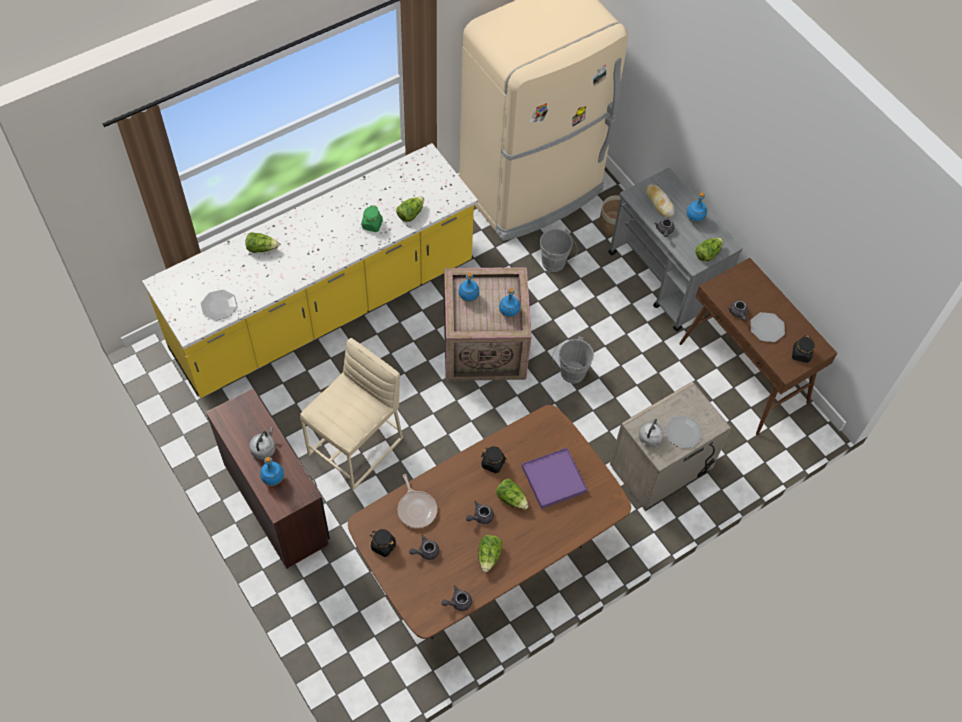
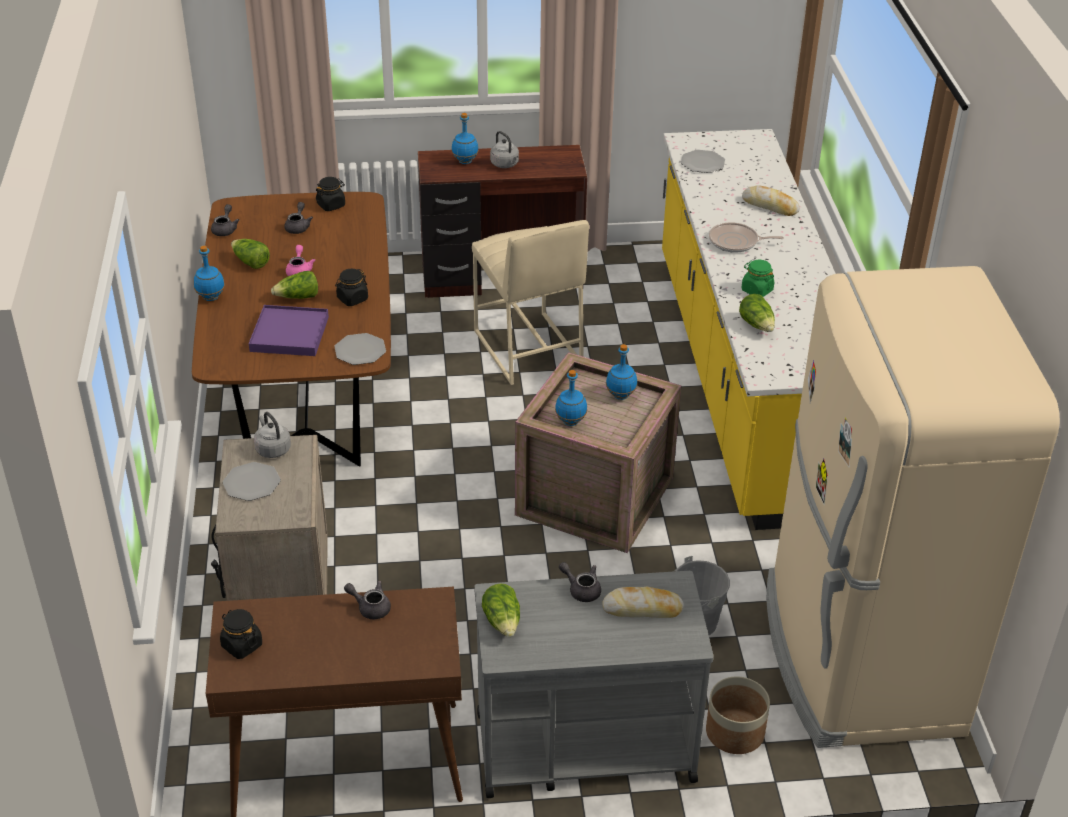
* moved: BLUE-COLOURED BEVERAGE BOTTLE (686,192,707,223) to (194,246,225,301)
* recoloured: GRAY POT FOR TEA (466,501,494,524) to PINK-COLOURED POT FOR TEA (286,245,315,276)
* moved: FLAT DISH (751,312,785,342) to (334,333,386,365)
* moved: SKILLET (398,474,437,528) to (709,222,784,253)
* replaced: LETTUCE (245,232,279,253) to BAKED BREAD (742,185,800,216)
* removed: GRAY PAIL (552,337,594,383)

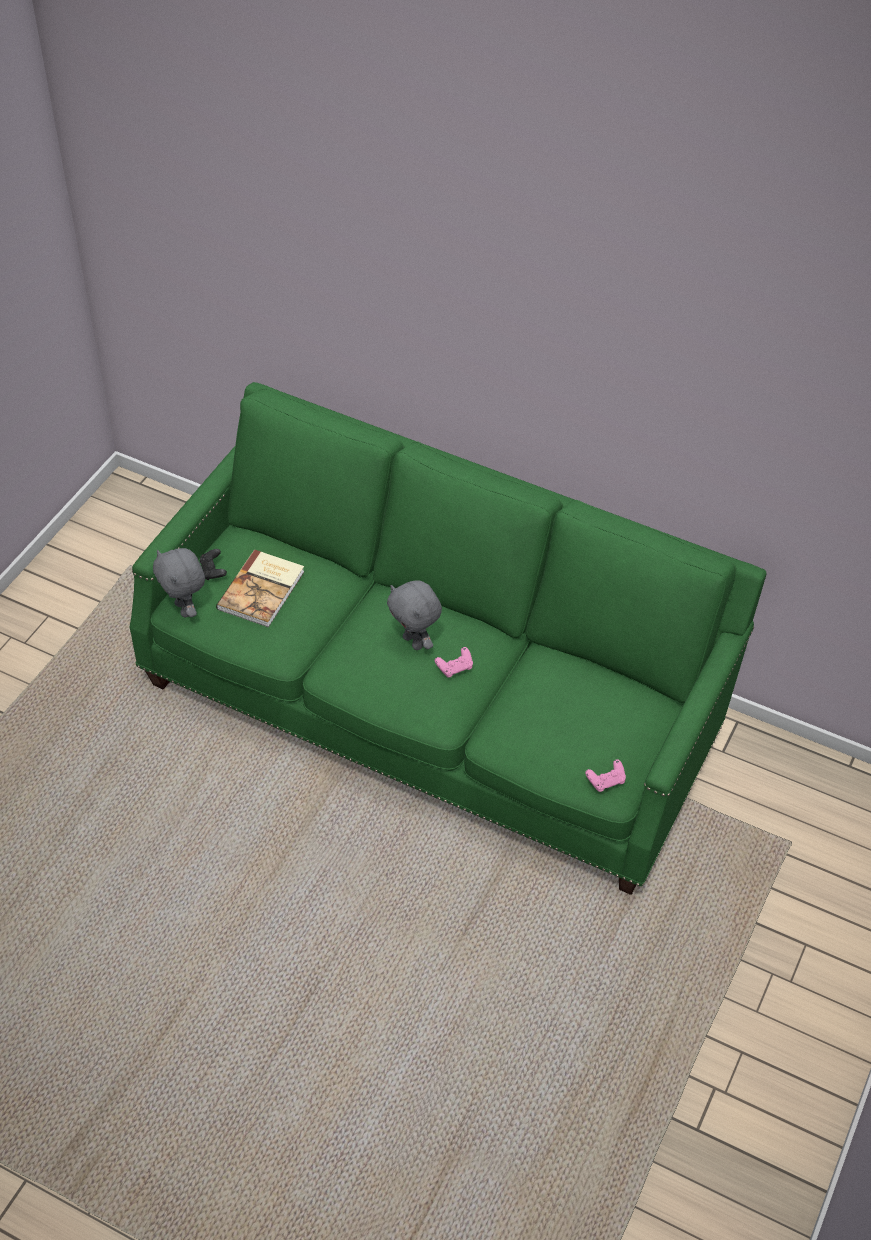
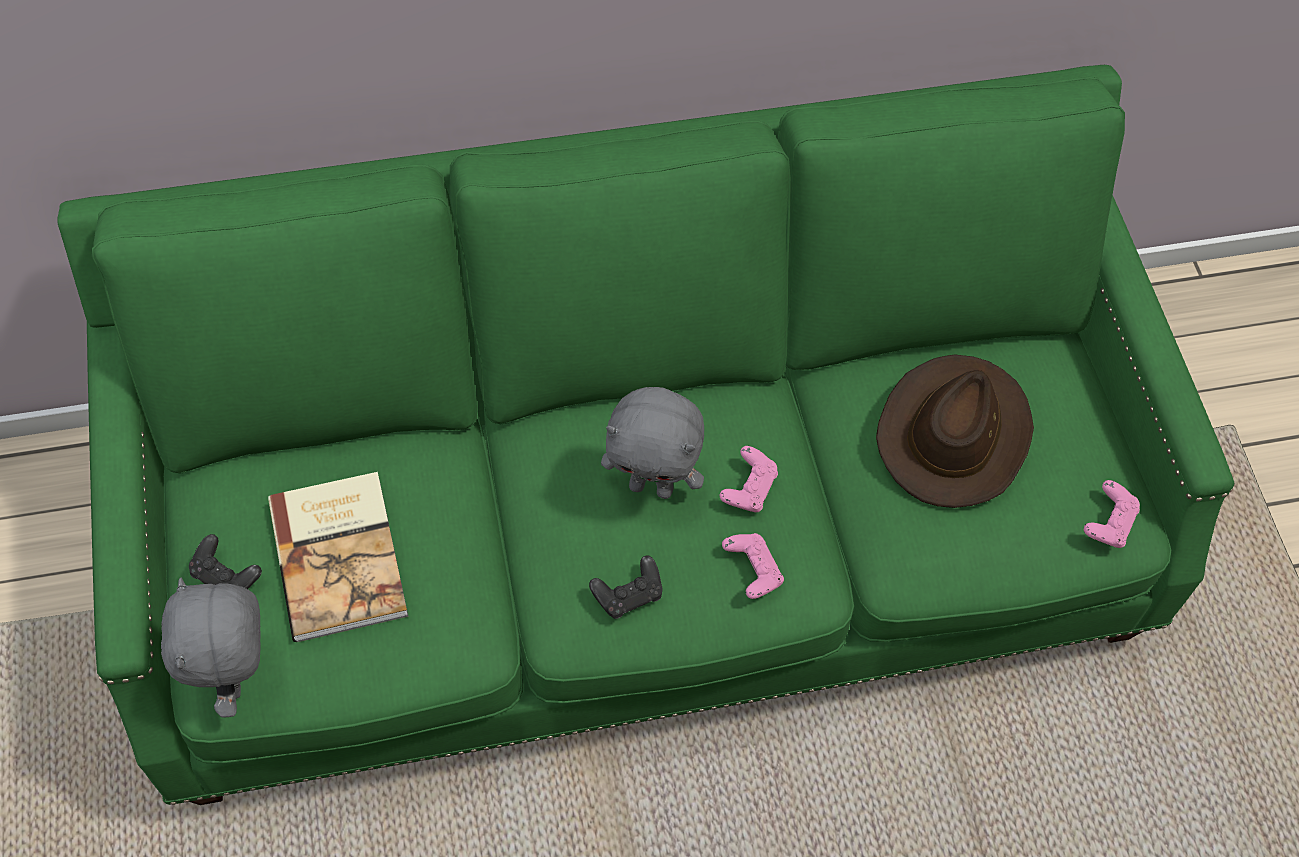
* turned: GRAY PLUSH TOY (153,548,205,618) = (161,578,261,718) 60 degrees clockwise
* added: BLACK JOYPAD (589,555,662,619)
* added: PINK-COLOURED JOYPAD (722,533,784,599)
* added: BROWN-COLOURED CLOTHING HAT (876,354,1034,508)

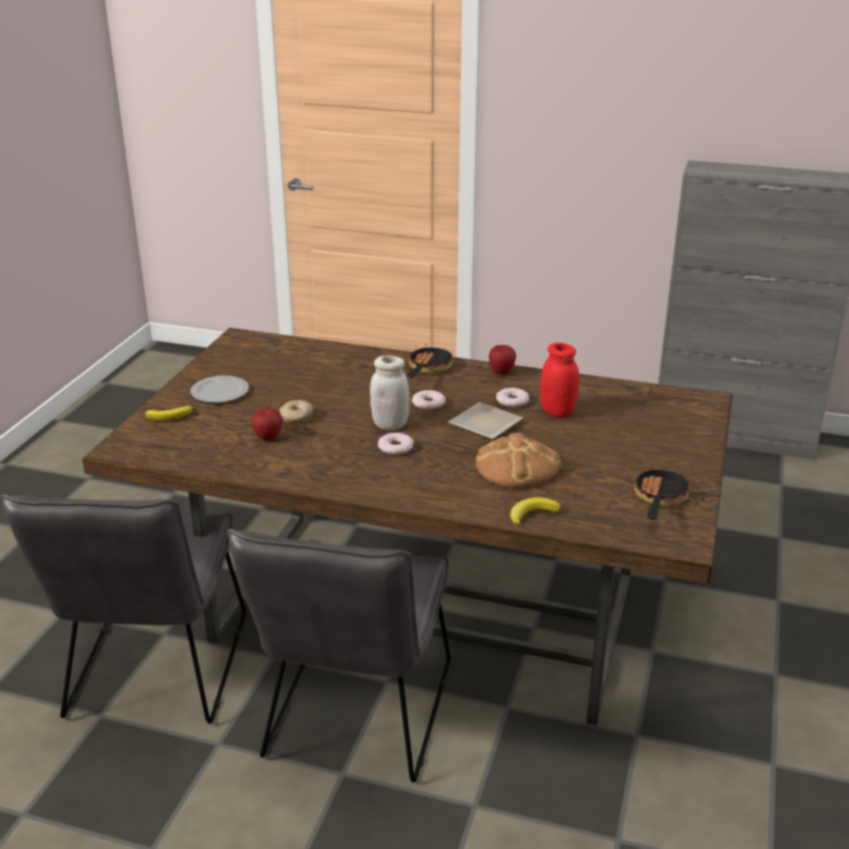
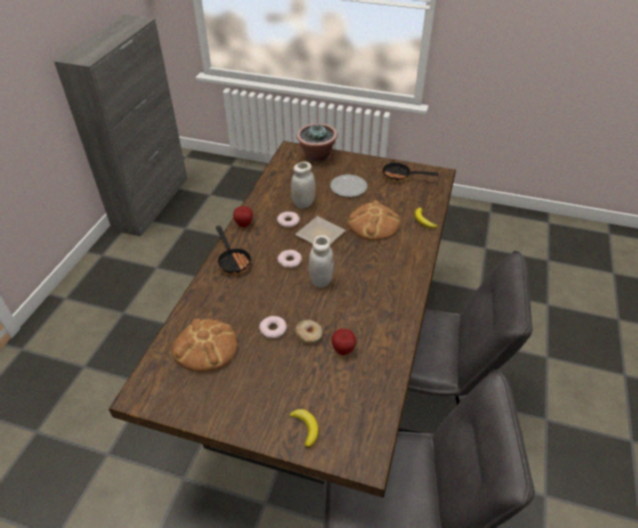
* added: BAKED BREAD (172,319,237,372)
* turned: SKILLET (407,344,453,378) = (216,226,253,275) 135 degrees counterclockwise
* moved: DOUGHNUT (378,433,414,455) to (259,316,287,339)
* recoloured: RED-COLOURED JAR (540,343,579,417) to WHITE-COLOURED JAR (291,162,315,209)
* added: PLANT IN A POT (296,123,338,161)
* moved: FLAT DISH (190,376,249,403) to (330,175,367,197)

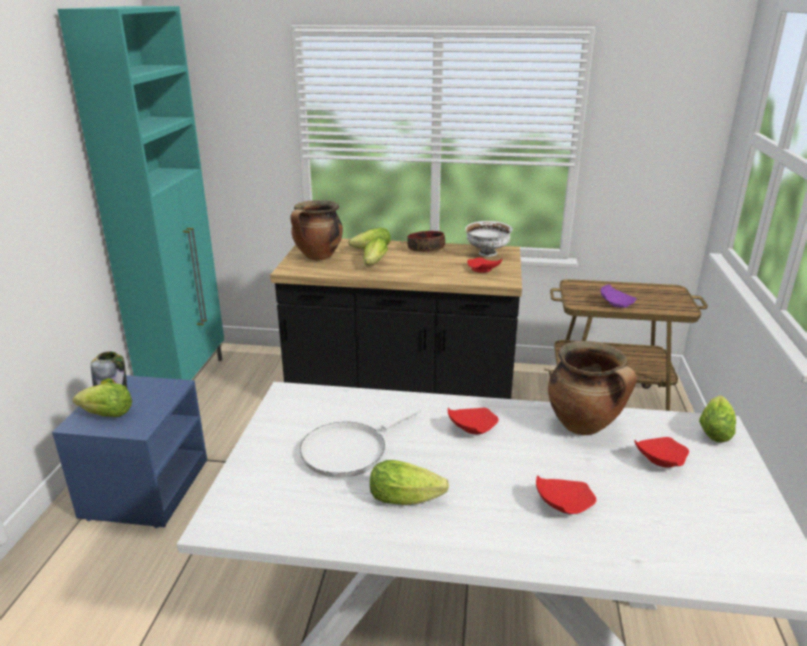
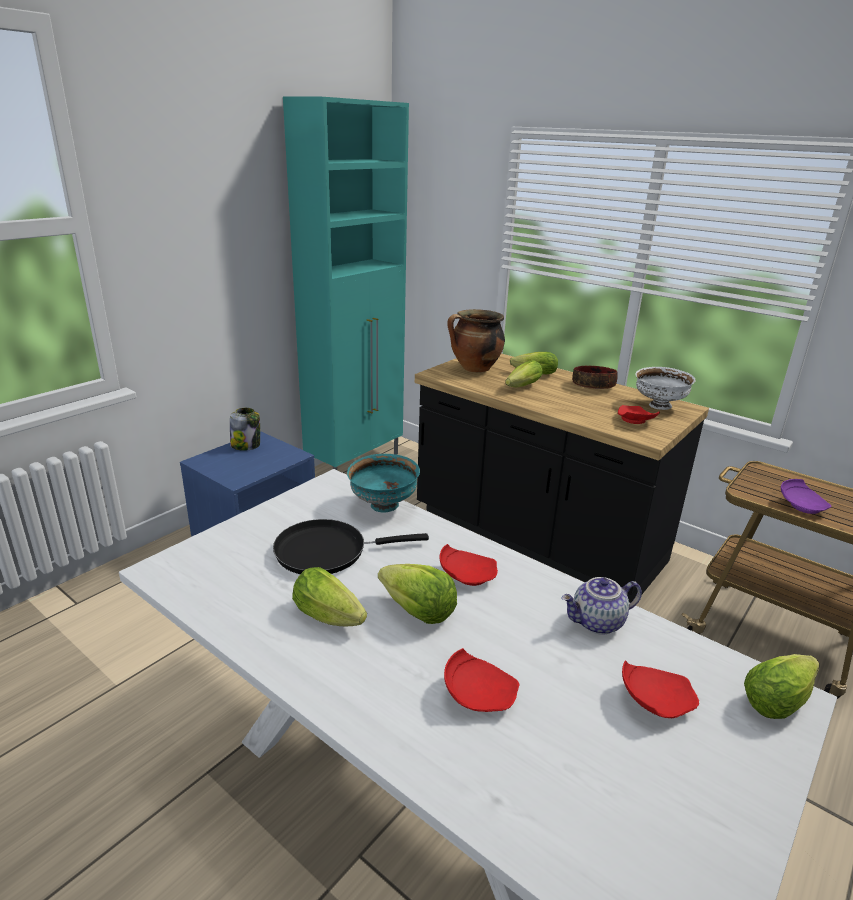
* recoloured: WHITE-COLOURED SKILLET (300,407,421,478) to BLACK SKILLET (273,519,429,574)
* added: BLUE-GREEN SERVING BOWL (347,454,420,513)
* moved: LETTUCE (73,383,132,417) to (378,564,457,624)
* replaced: STOCKPOT (548,341,637,435) to POT FOR TEA (561,577,642,635)

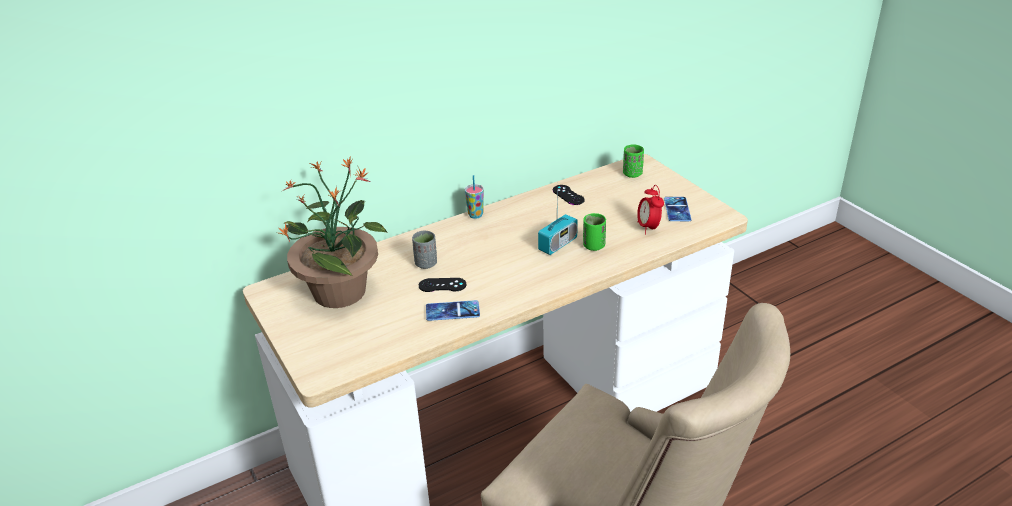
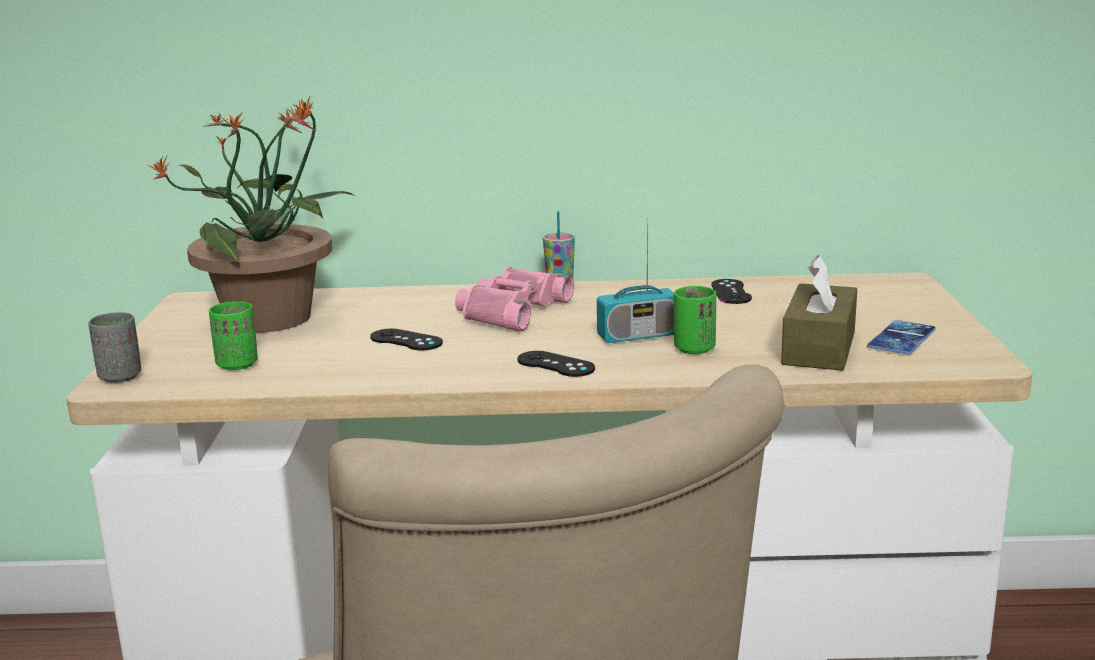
* moved: GRAY DRINKING CUP (412,231,437,269) to (88,312,141,383)
* moved: GREEN DRINKING CUP (623,144,644,178) to (209,301,258,370)
* added: PINK-COLOURED FIELD GLASSES (455,267,574,331)
* added: BLACK JOYPAD (517,351,595,377)
* replaced: BEDSIDE CLOCK (637,185,664,234) to BROWN-COLOURED TISSUE HOLDER (781,255,857,371)
* removed: TELEPHONE (426,300,480,321)

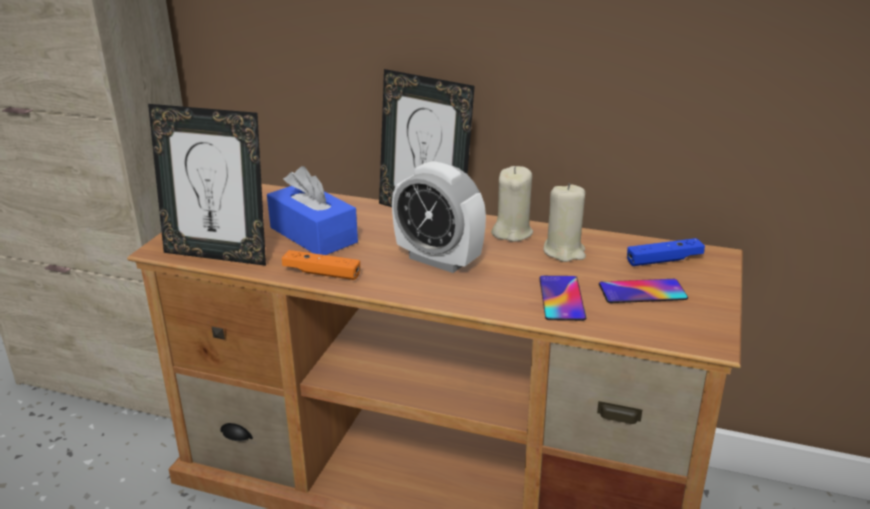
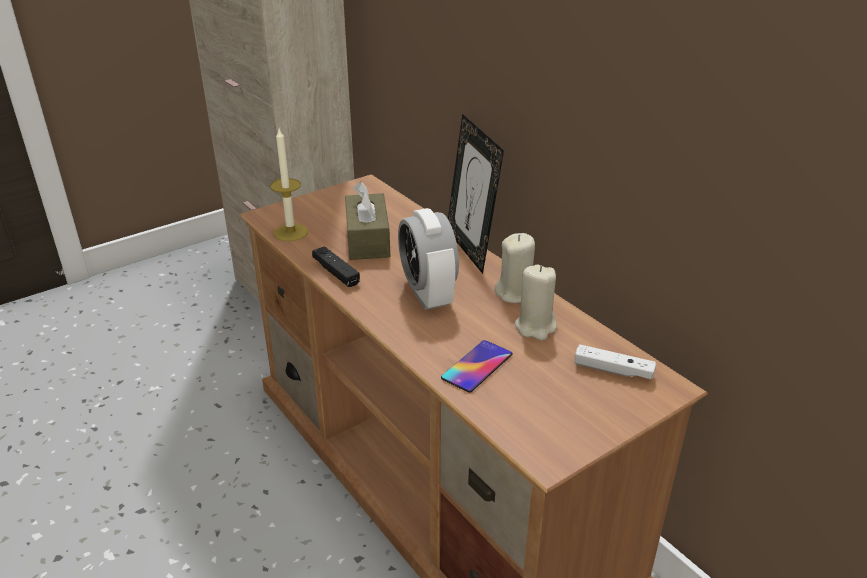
* replaced: PICTURE FRAME (148,104,266,266) to WAX LIGHT (270,129,308,241)
* recoloured: ORANGEY JOYPAD (282,250,360,280) to BLACK JOYPAD (312,246,360,287)
* recoloured: BLUE-COLOURED TISSUE HOLDER (267,166,358,255) to BROWN-COLOURED TISSUE HOLDER (345,181,390,260)
* recoloured: BLUE-COLOURED JOYPAD (627,238,705,266) to WHITE-COLOURED JOYPAD (575,344,656,380)
* removed: TELEPHONE (599,279,688,303)

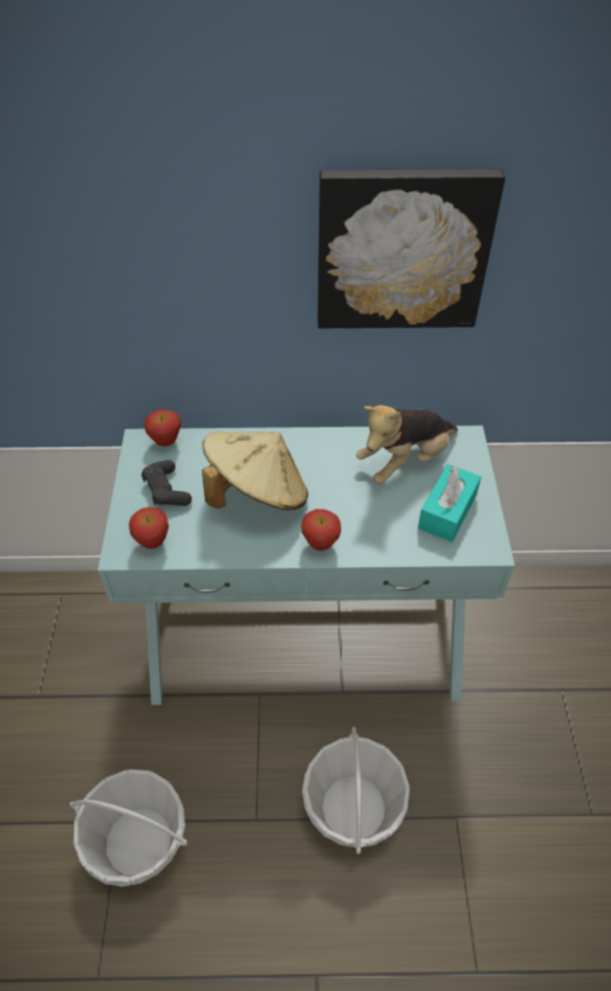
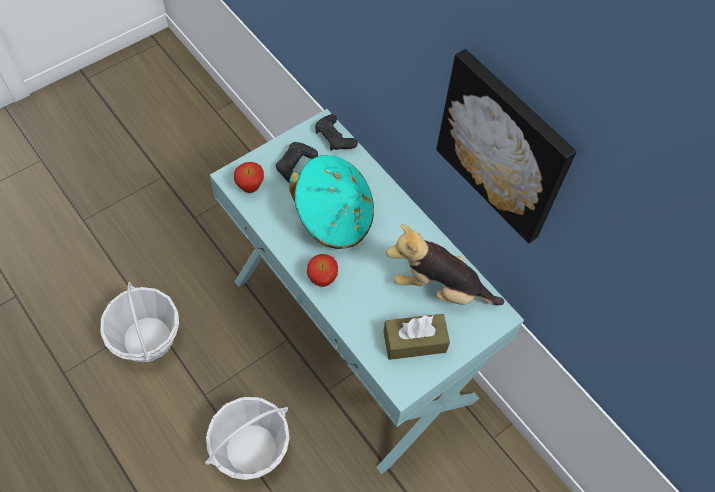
* recoloured: BEIGE-COLOURED CLOTHING HAT (202,432,308,510) to BLUE-GREEN CLOTHING HAT (289,155,374,249)
* replaced: APPLE FRUIT (144,409,181,446) to BLACK JOYPAD (315,114,358,151)
* recoloured: BLUE-GREEN TISSUE HOLDER (418,464,481,542) to BROWN-COLOURED TISSUE HOLDER (383,314,450,360)

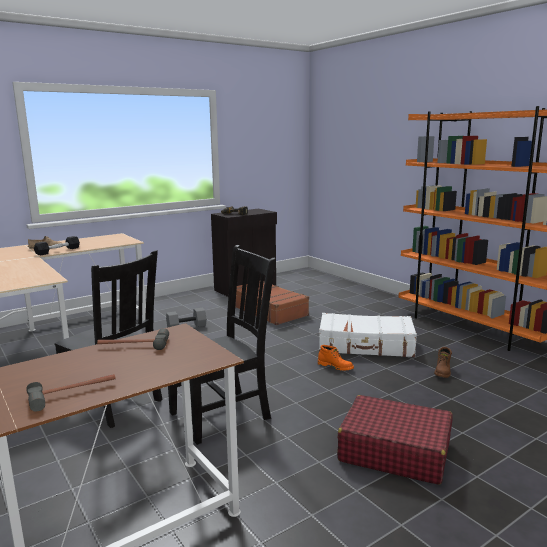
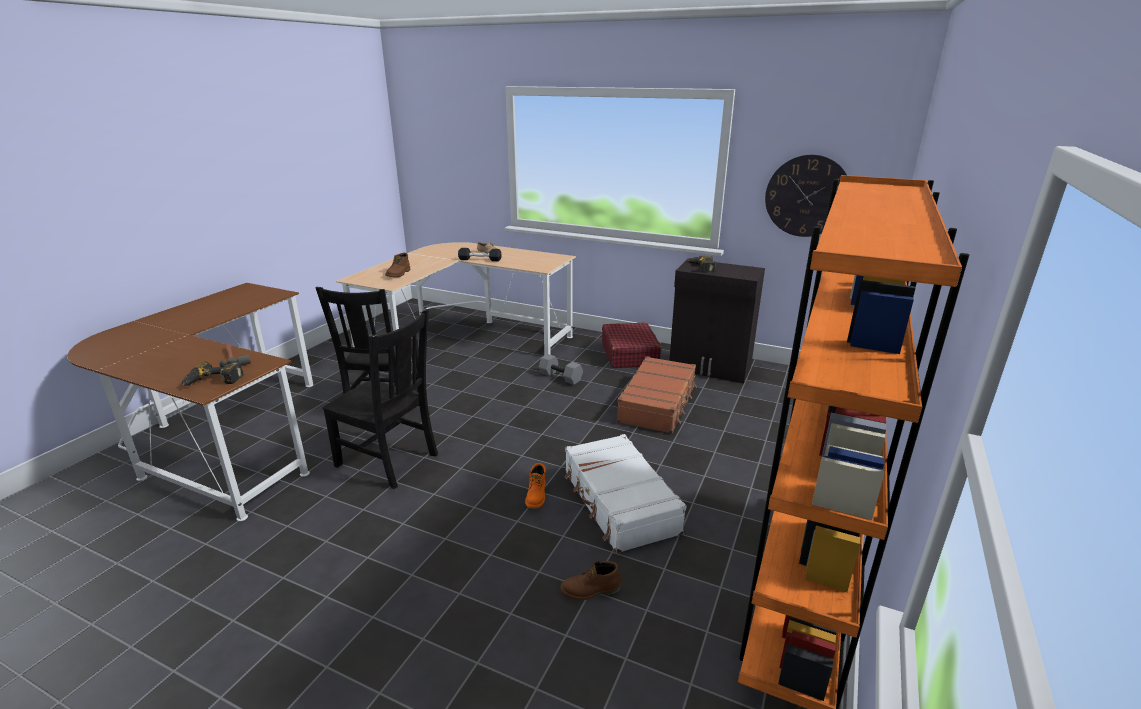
* added: DRILL (182,362,243,386)
* added: BROWN-COLOURED BOOT (385,253,410,277)
* moved: RED-COLOURED SUITCASE (337,395,452,485) to (602,322,662,368)
* added: WALL CLOCK (765,155,847,237)
* removed: HAMMER (26,374,116,412)

